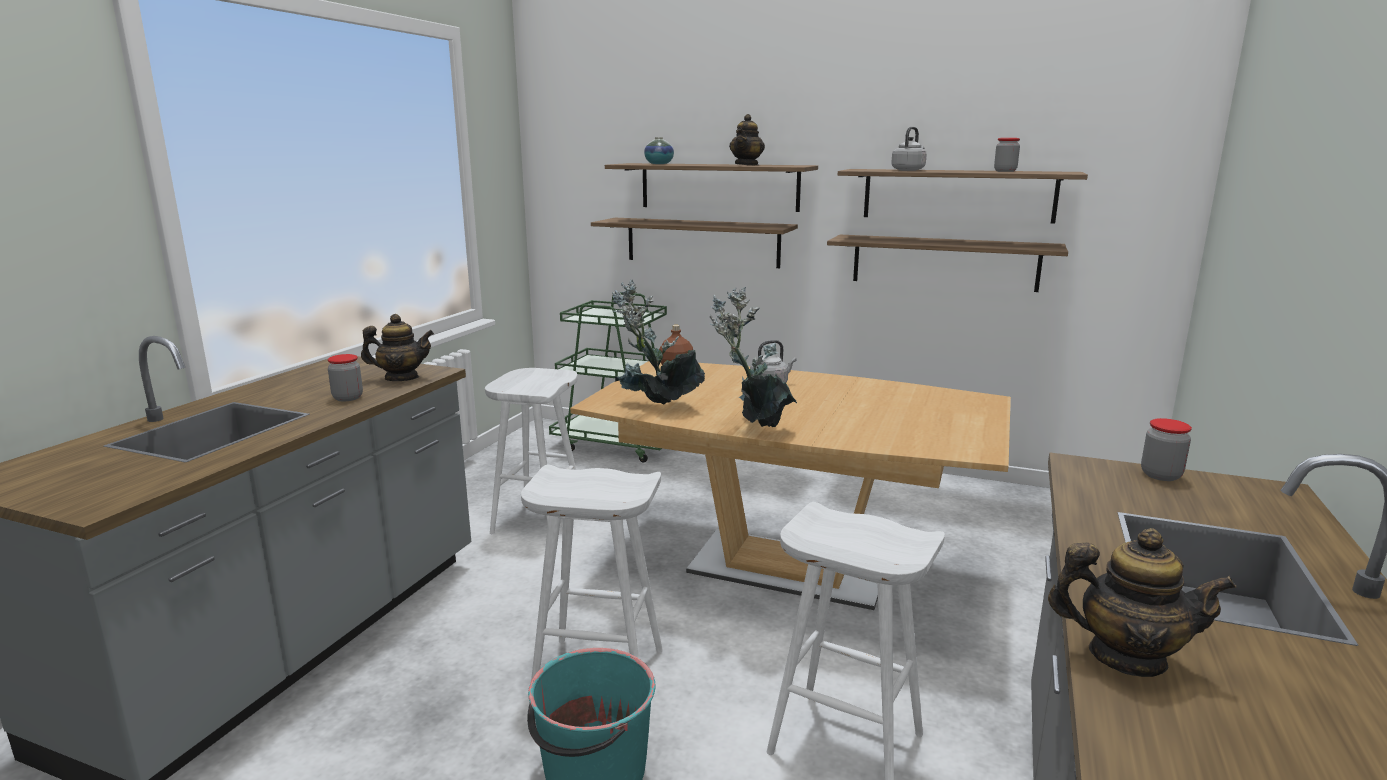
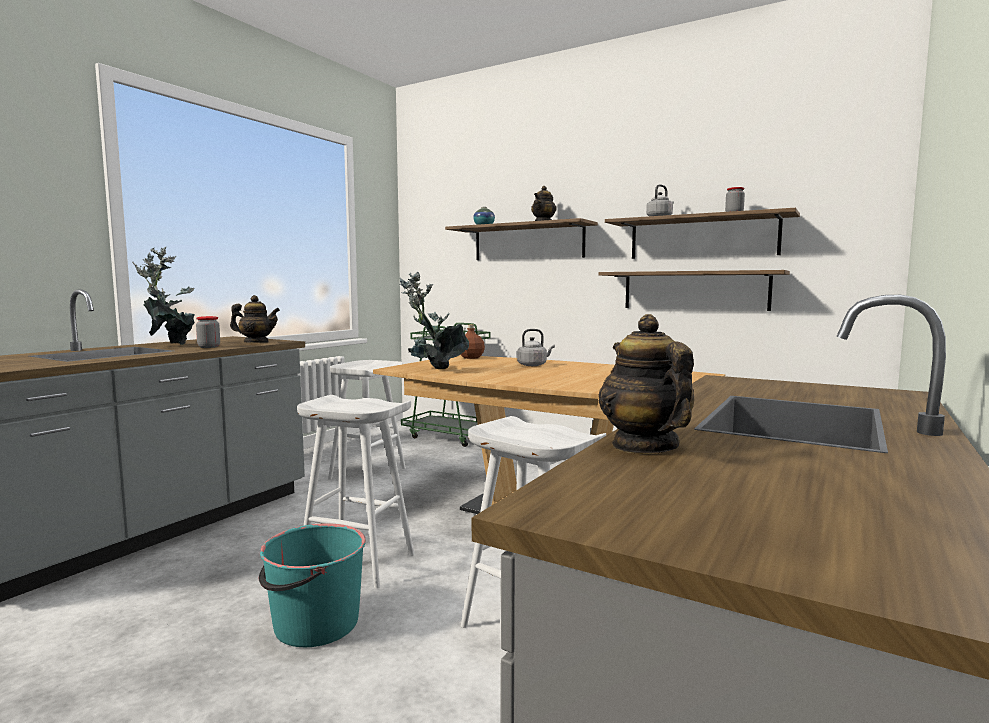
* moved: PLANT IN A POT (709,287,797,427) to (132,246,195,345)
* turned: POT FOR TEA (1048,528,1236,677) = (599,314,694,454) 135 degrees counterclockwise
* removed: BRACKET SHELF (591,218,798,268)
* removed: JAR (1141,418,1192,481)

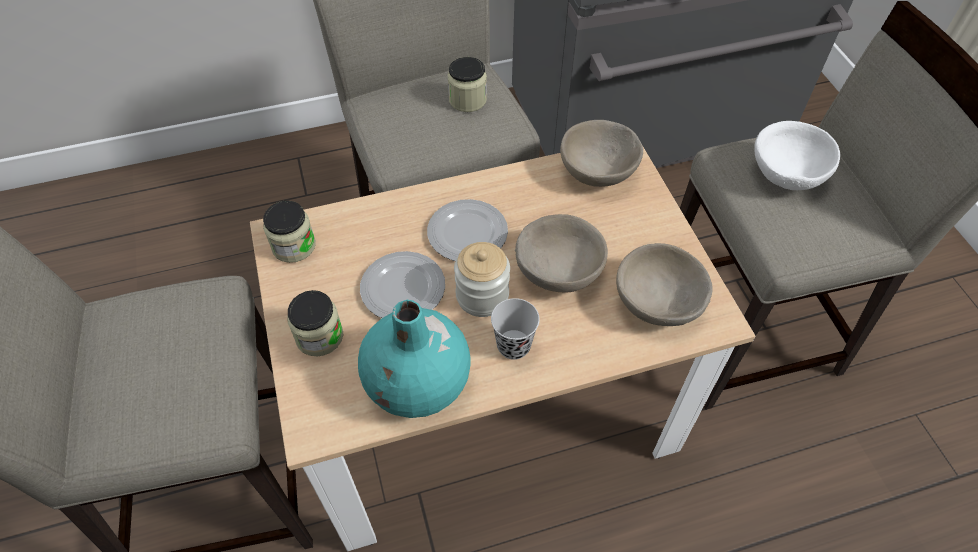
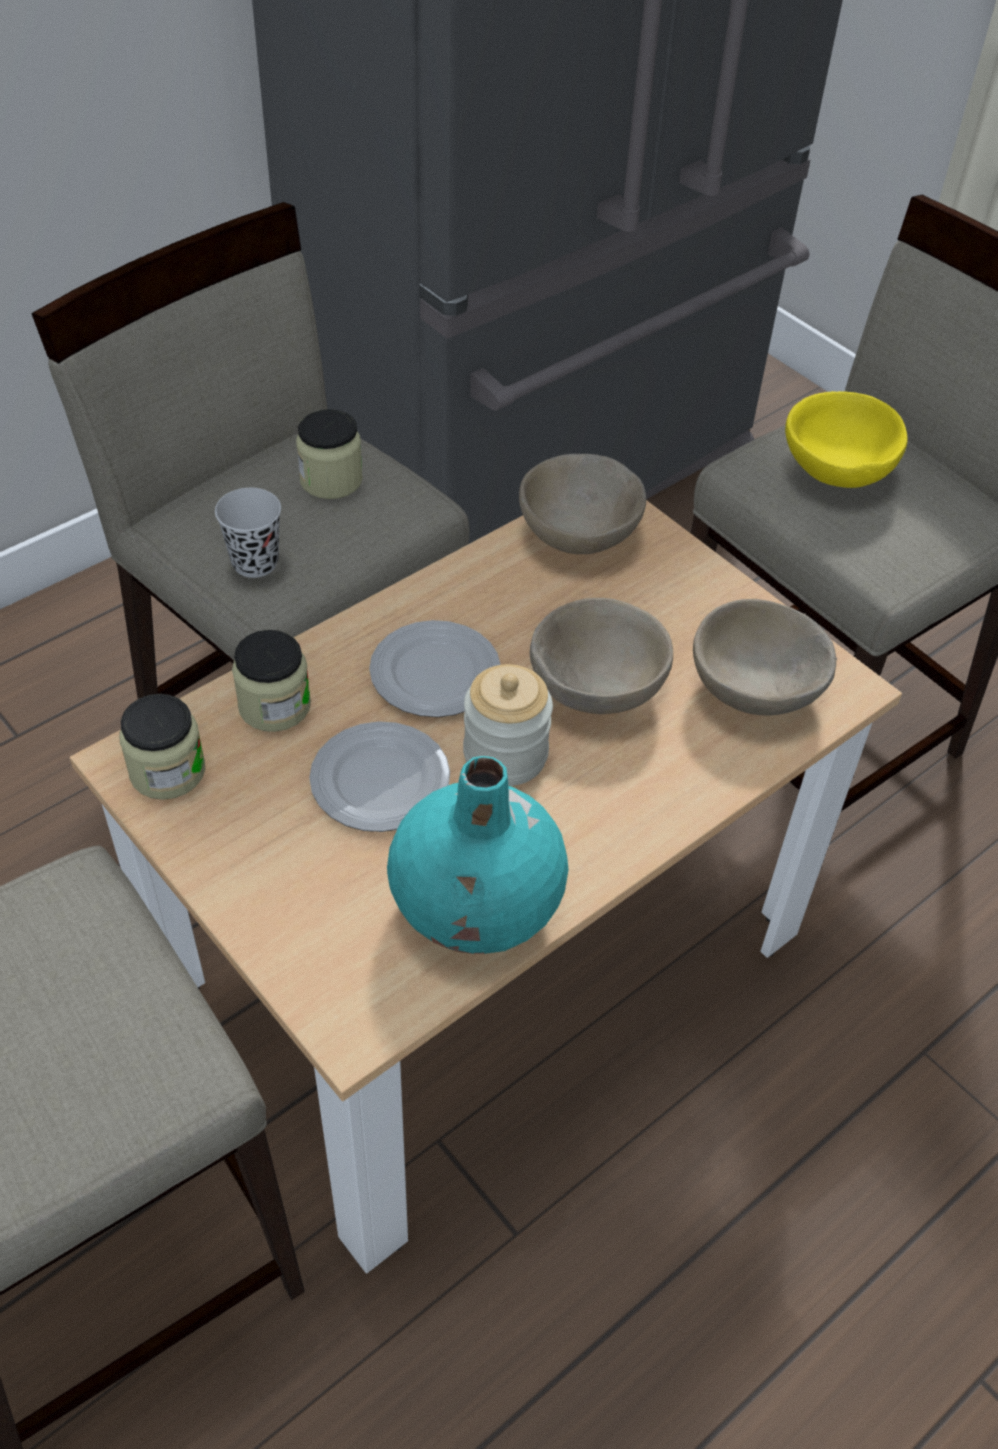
* moved: BLACK DRINKING CUP (491,298,540,360) to (215,488,281,578)
* moved: JAR (287,290,343,356) to (232,630,311,732)
* recoloured: WHITE-COLOURED SERVING BOWL (754,121,840,190) to YELLOWISH SERVING BOWL (785,391,908,488)

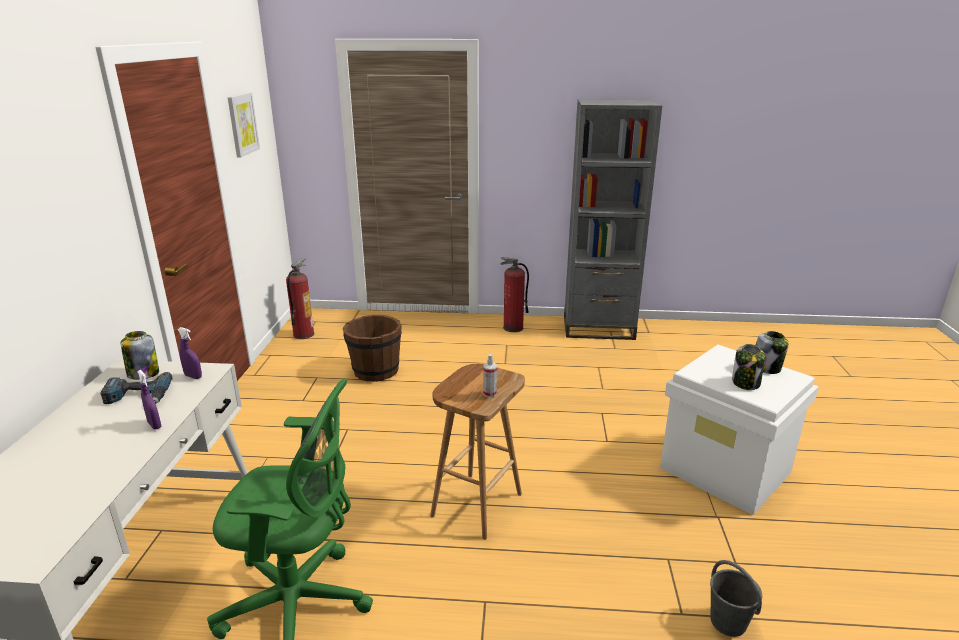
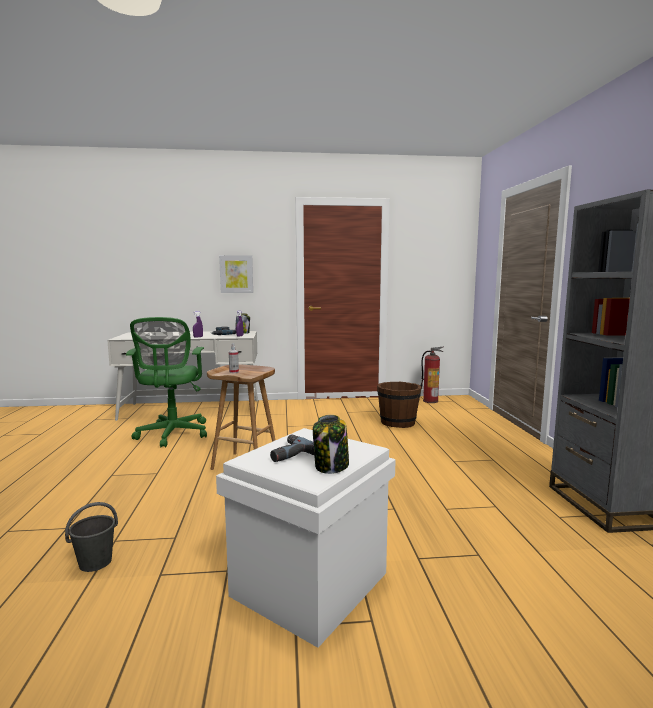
* moved: WALL ART (228,93,260,158) to (219,255,253,293)
* replaced: JAR (732,344,765,390) to DRILL (270,434,314,462)
* removed: FIRE-FIGHTING CYLINDER (501,257,529,332)

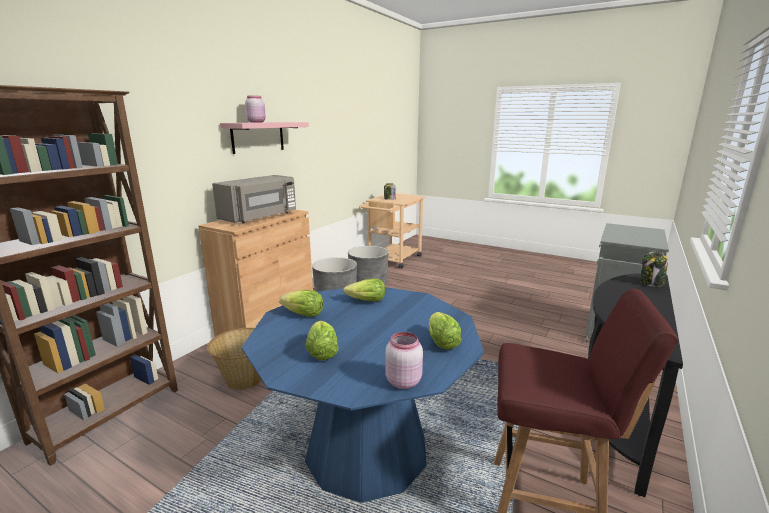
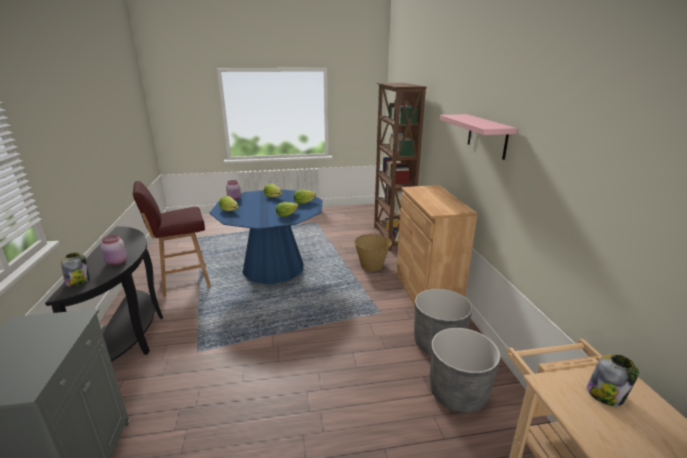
* moved: PINK-COLOURED JAR (245,96,266,123) to (101,235,127,265)
* removed: GRAY MICROWAVE OVEN (212,175,296,223)

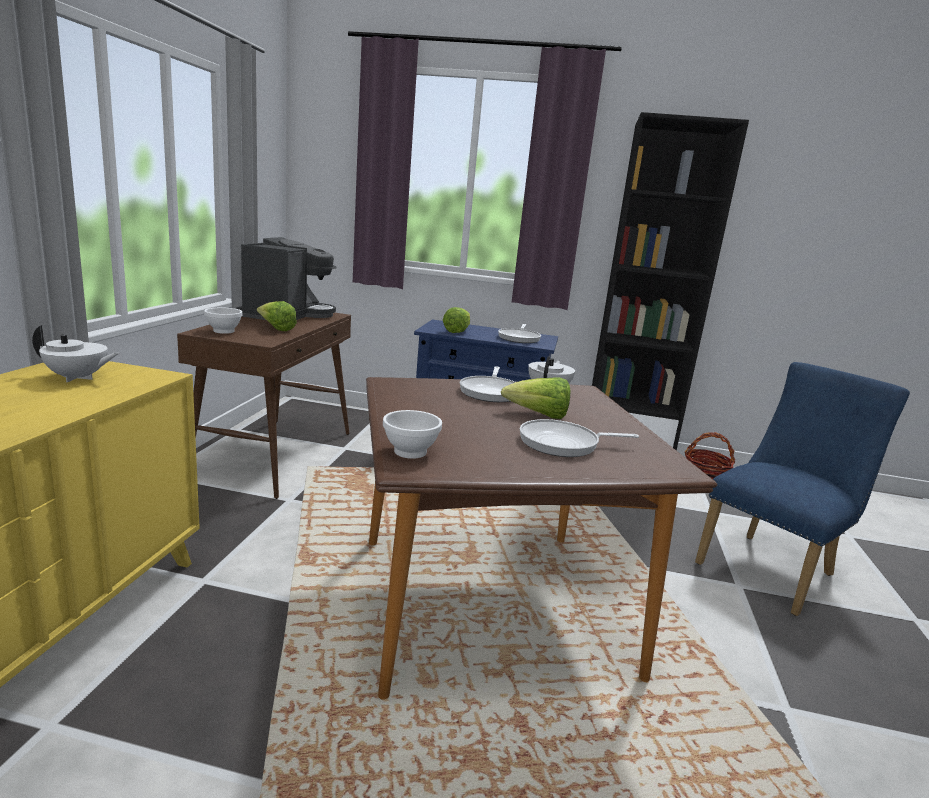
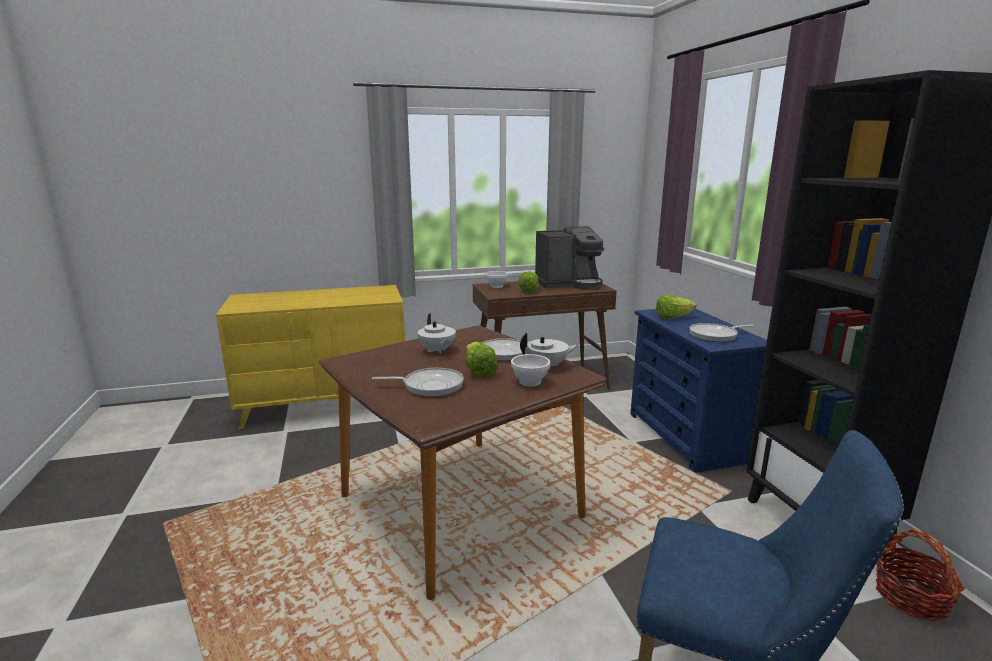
* turned: SKILLET (520,419,639,457) = (372,368,464,397) 120 degrees clockwise
* moved: WHITE-COLOURED POT FOR TEA (32,325,119,382) to (418,314,456,354)
* moved: WHITE-COLOURED SERVING BOWL (383,410,442,459) to (511,354,550,387)

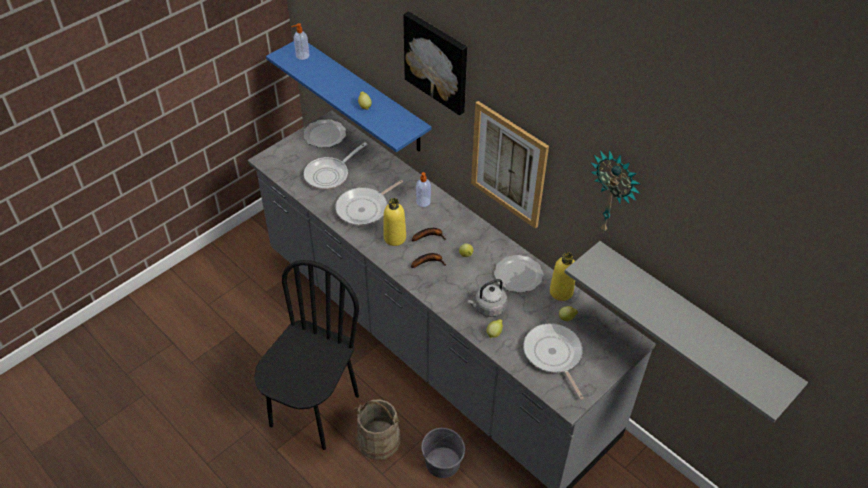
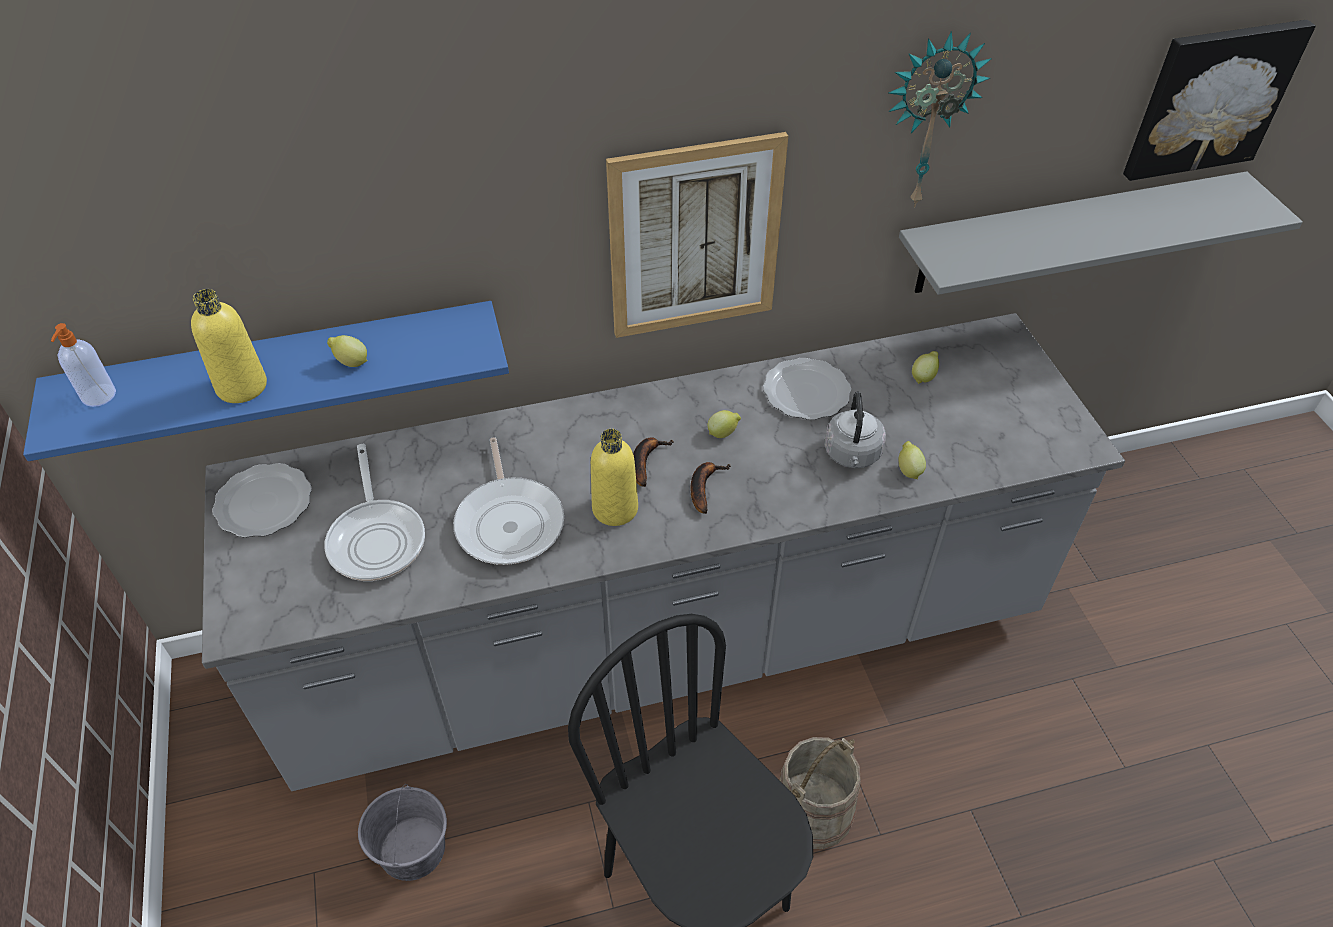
* moved: YELLOWISH BEVERAGE BOTTLE (550,252,575,301) to (191,289,267,403)
* moved: GRAY PAIL (421,428,465,478) to (358,784,447,881)
* moved: WALL ART (403,11,467,115) to (1123,20,1316,181)
* removed: SOAP DISPENSER (416,172,431,207)
* removed: SKILLET (523,323,584,400)

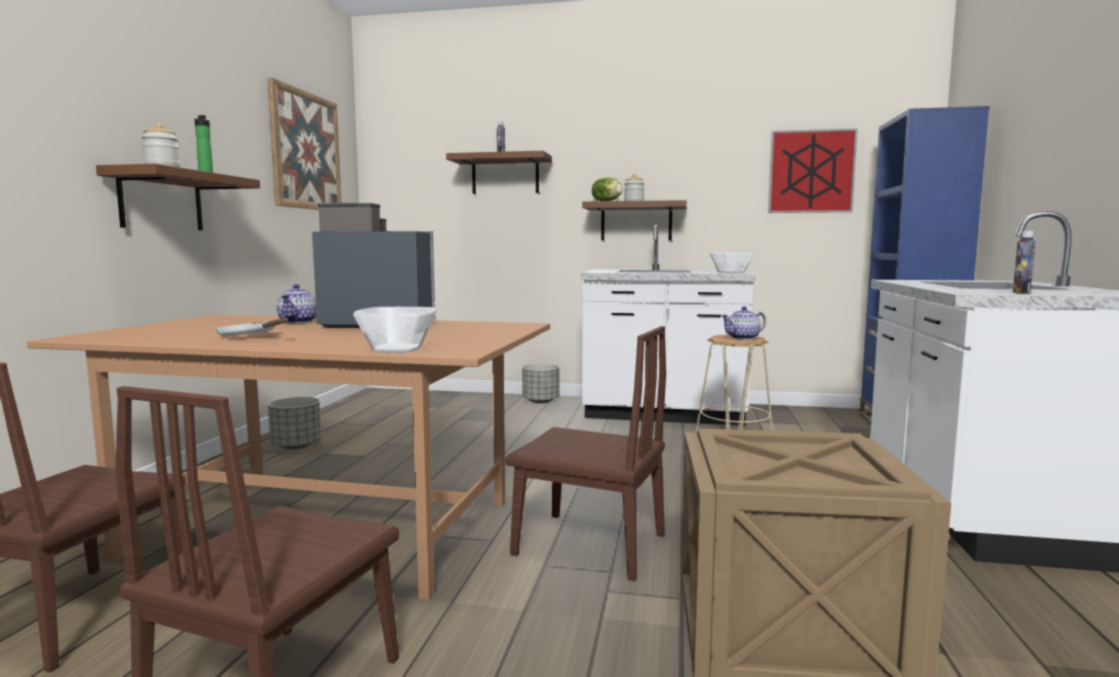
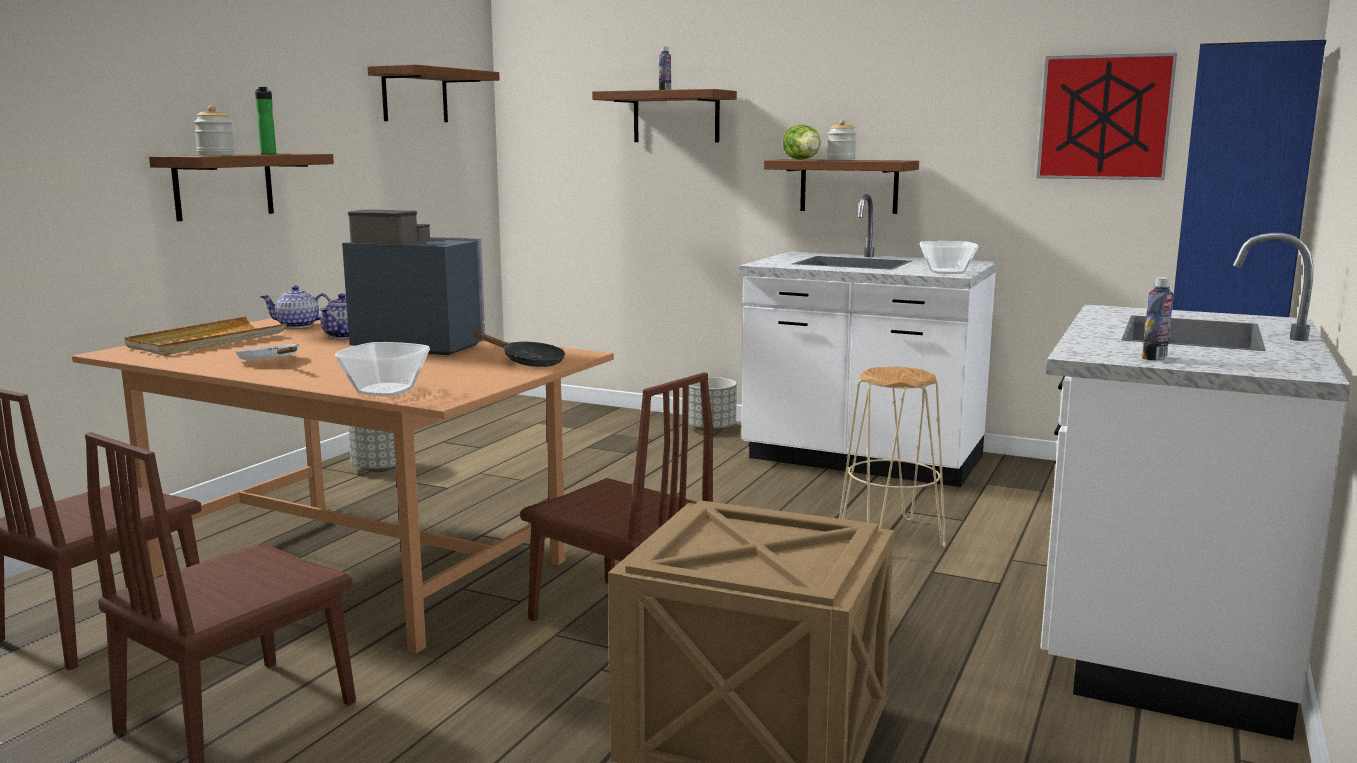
* added: BEIGE-COLOURED TRAY (124,317,287,356)
* moved: POT FOR TEA (721,306,766,340) to (260,285,331,328)
* replaced: WALL ART (268,78,342,210) to BROWN-COLOURED BRACKET SHELF (368,64,500,122)
* added: BLACK SKILLET (474,332,565,367)

